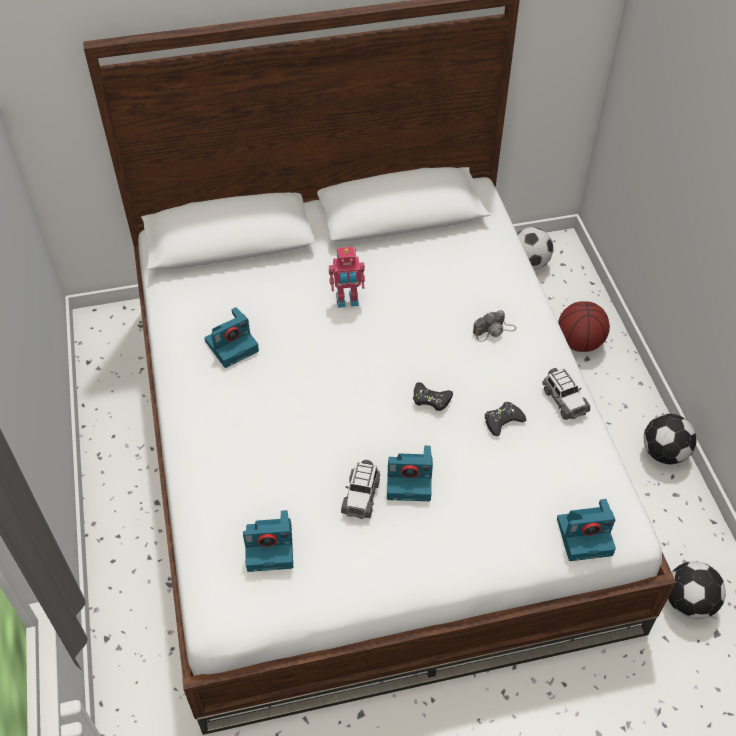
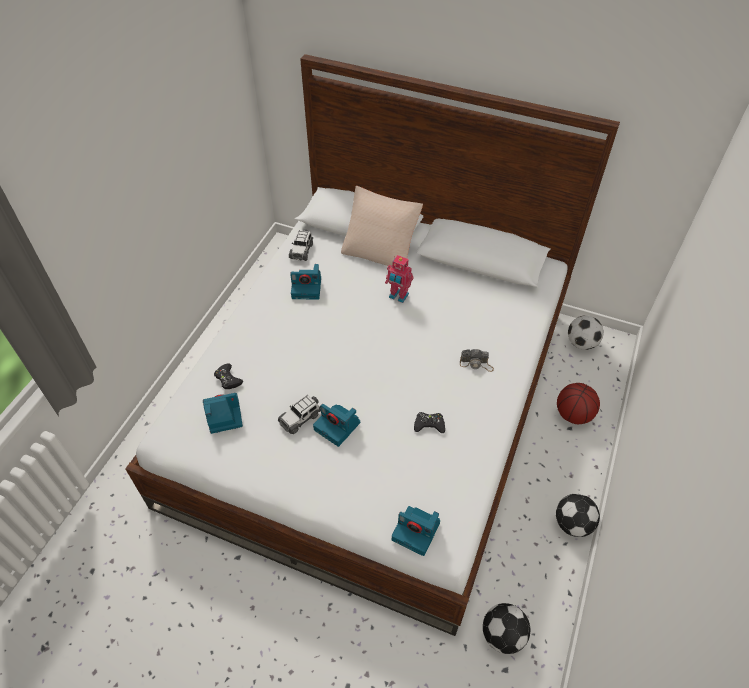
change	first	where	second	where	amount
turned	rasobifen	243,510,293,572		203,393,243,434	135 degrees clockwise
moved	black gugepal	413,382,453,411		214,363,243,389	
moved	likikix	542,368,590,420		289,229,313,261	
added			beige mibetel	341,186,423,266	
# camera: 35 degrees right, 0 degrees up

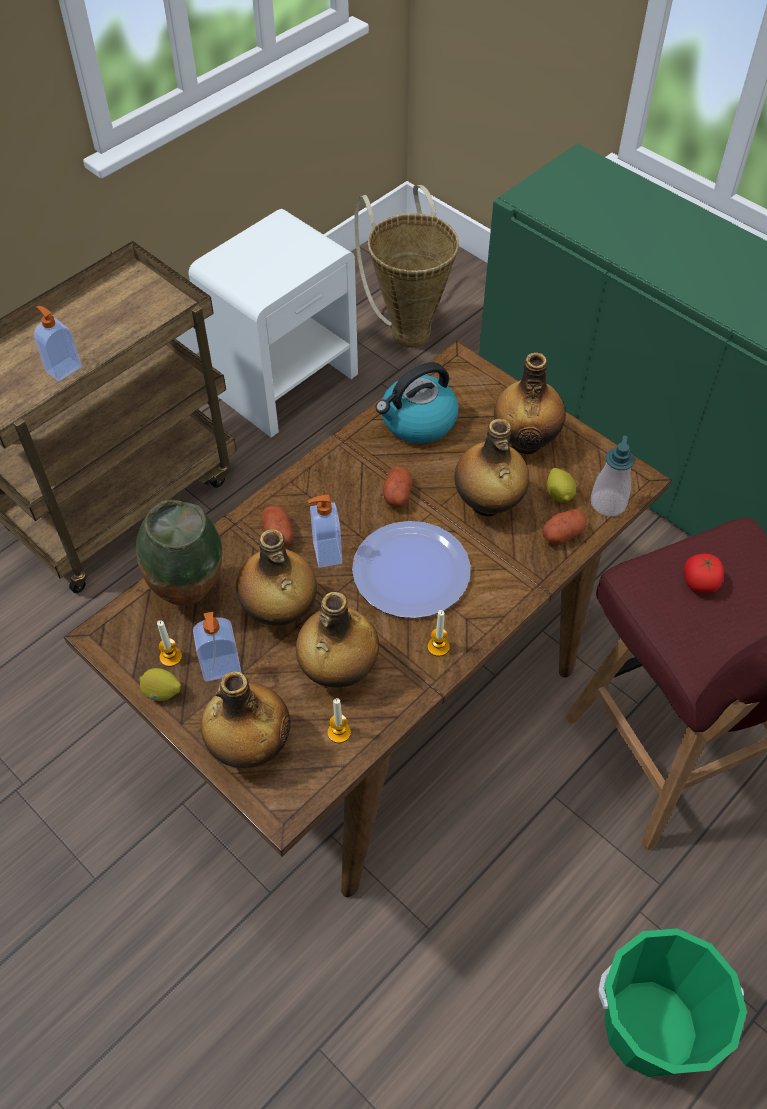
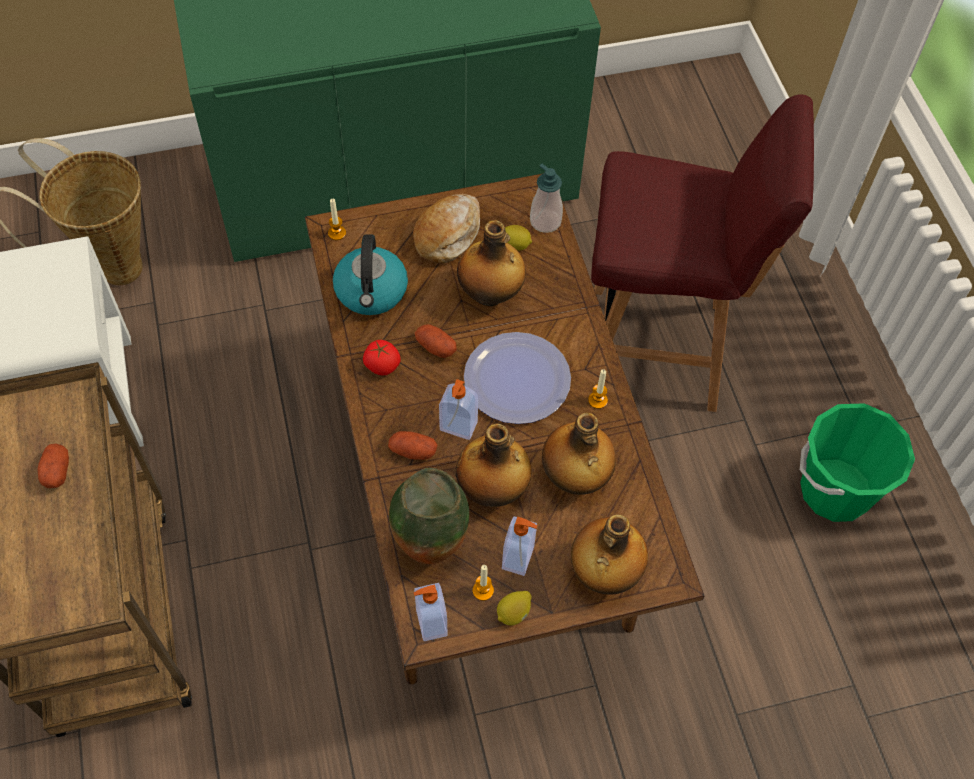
change	first	where	second	where	amount
moved	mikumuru	34,306,82,382		414,583,448,641	
moved	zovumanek	327,698,351,743		328,199,346,240	
replaced	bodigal	494,352,565,454	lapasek	413,194,480,264	
moved	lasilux	542,509,587,546		37,444,69,488	
moved	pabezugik	684,554,724,593		363,340,400,375	
# camera: 60 degrees left, 5 degrees up

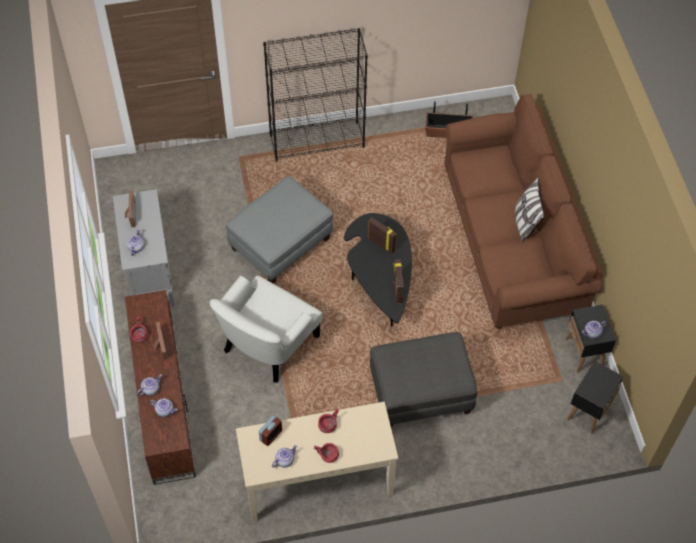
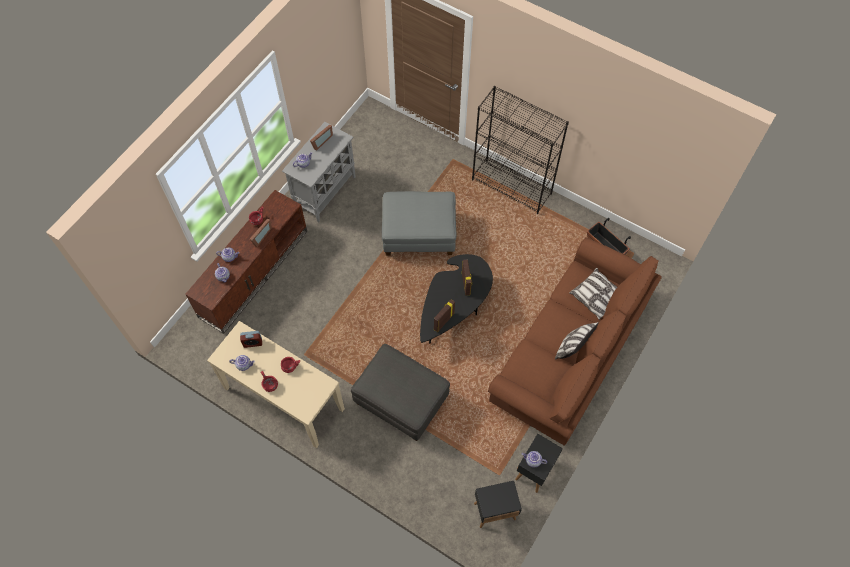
change	first	where	second	where	amount
removed	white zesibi	210,275,323,383			
added			mibetel	569,268,617,320	
# camera: 45 degrees right, 5 degrees up

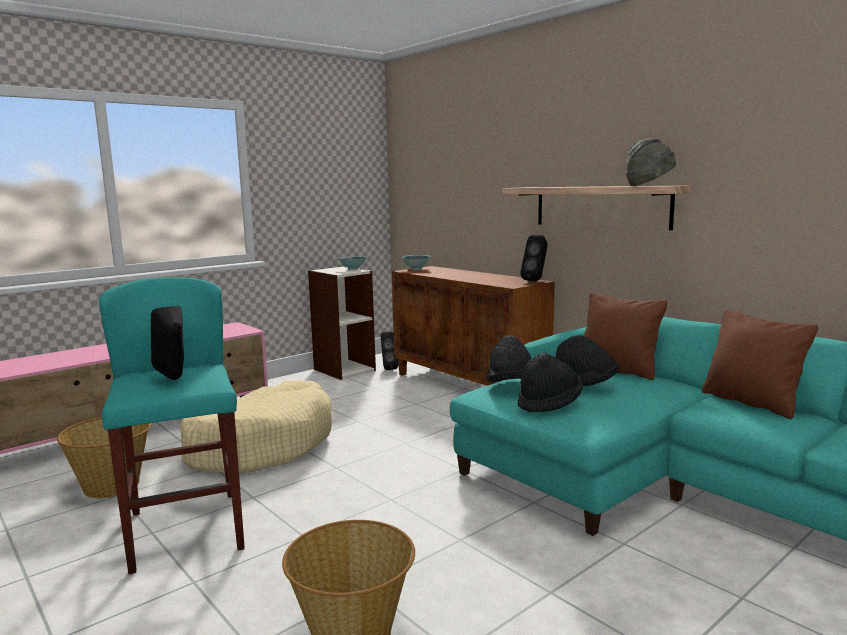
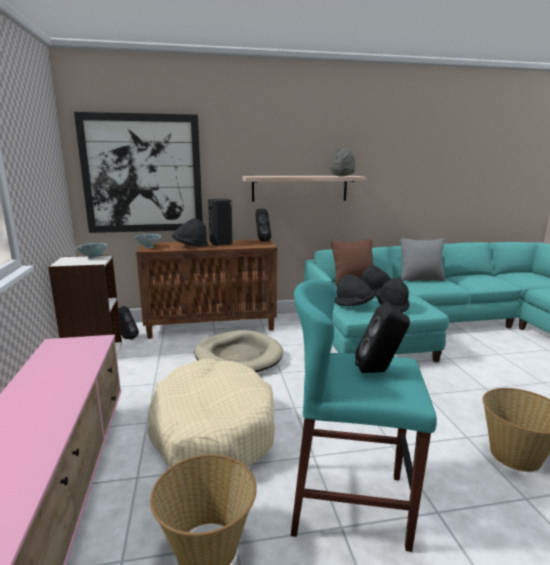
change	first	where	second	where	amount
recoloured	brown mibetel	701,310,818,419	grey mibetel	400,238,445,281	
added			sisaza	74,112,203,233	
added			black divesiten	172,218,208,247	
added			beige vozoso	194,330,283,373	
added			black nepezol	208,199,232,246	
# camera: 60 degrees left, 5 degrees up

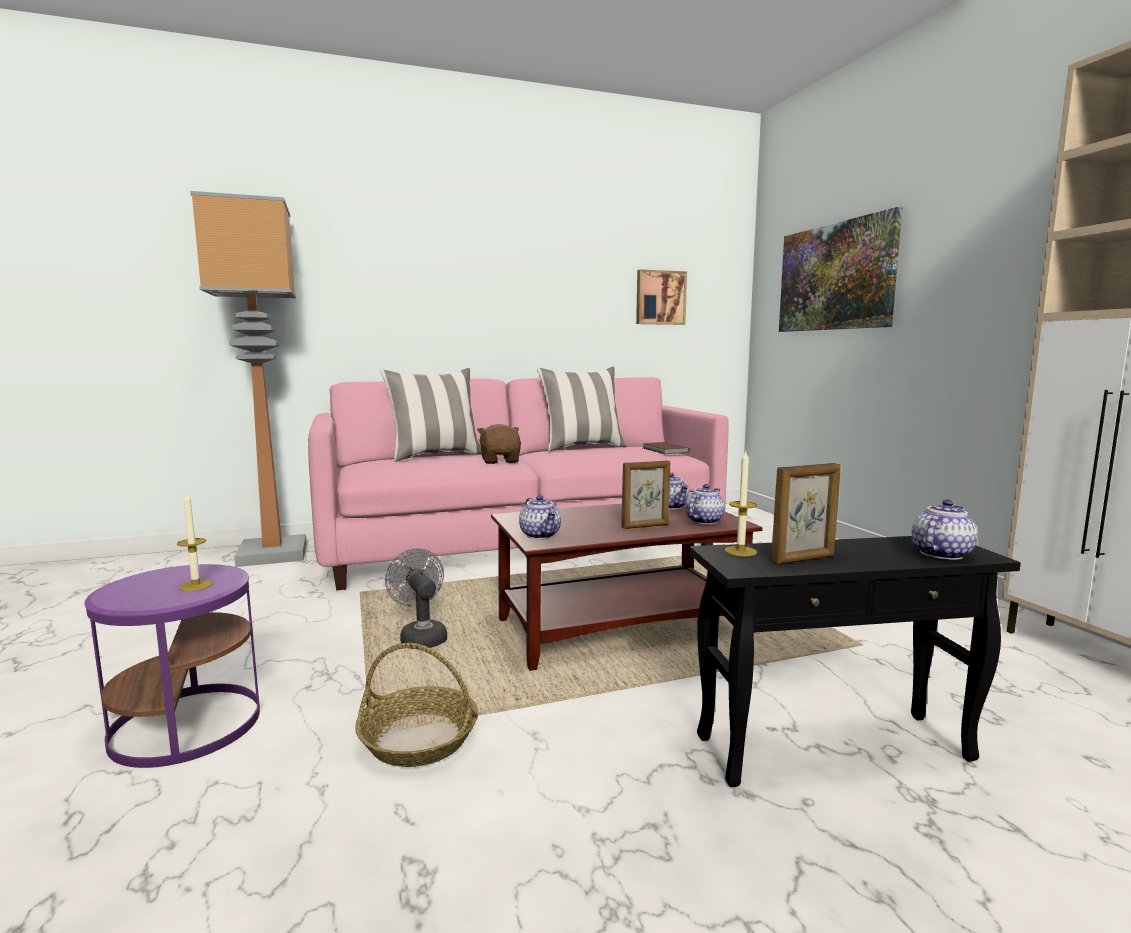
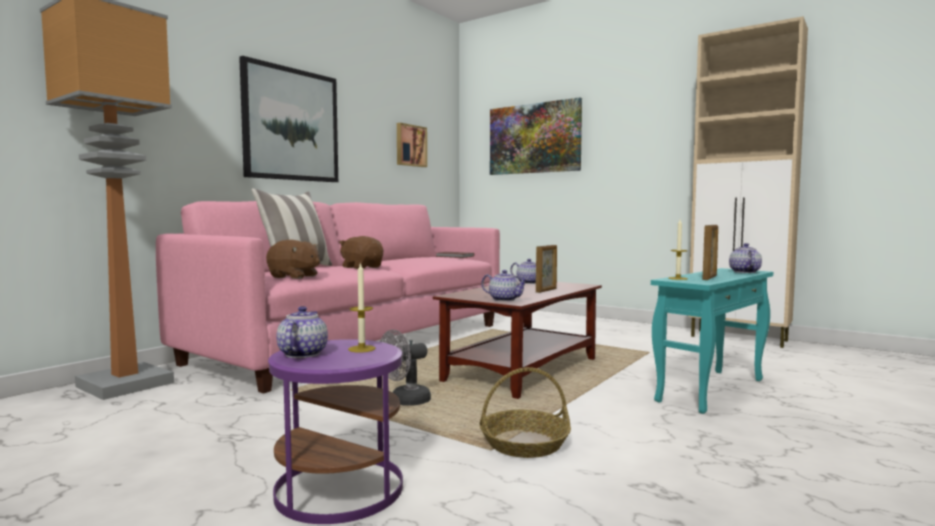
change	first	where	second	where	amount
turned	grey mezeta	385,548,447,649		380,329,431,406	60 degrees counterclockwise
removed	mibetel	537,367,626,452			
moved	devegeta	685,484,725,524		277,306,328,358	
recoloured	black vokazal	689,536,1021,787	turquoise vokazal	651,268,773,414	
added			sisaza	239,56,338,182	
added			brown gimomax	266,240,320,279	
# camera: 35 degrees left, 5 degrees down

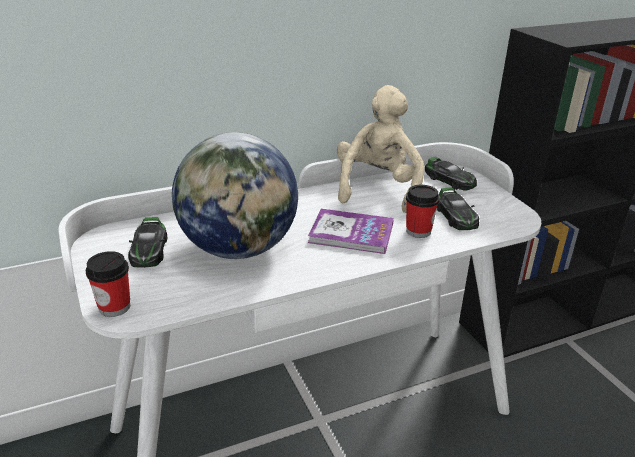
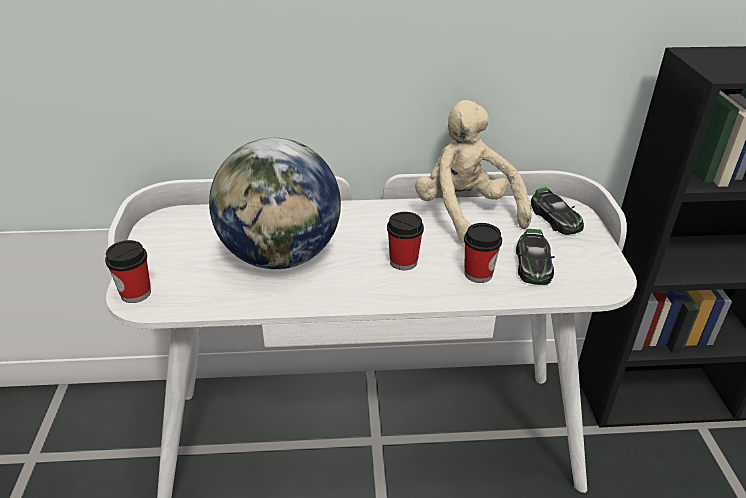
change	first	where	second	where	amount
removed	likikix	128,217,167,268			
replaced	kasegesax	308,209,394,254	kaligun	387,212,424,270	
turned	beige gimomax	337,85,424,213		415,100,531,244	60 degrees counterclockwise
# camera: 20 degrees right, 5 degrees up

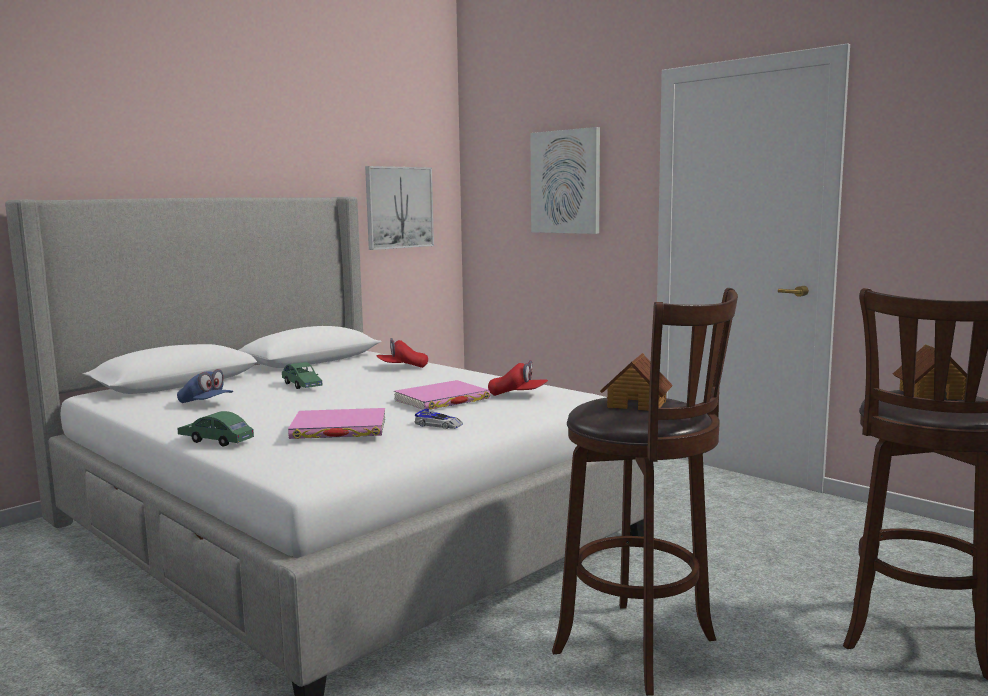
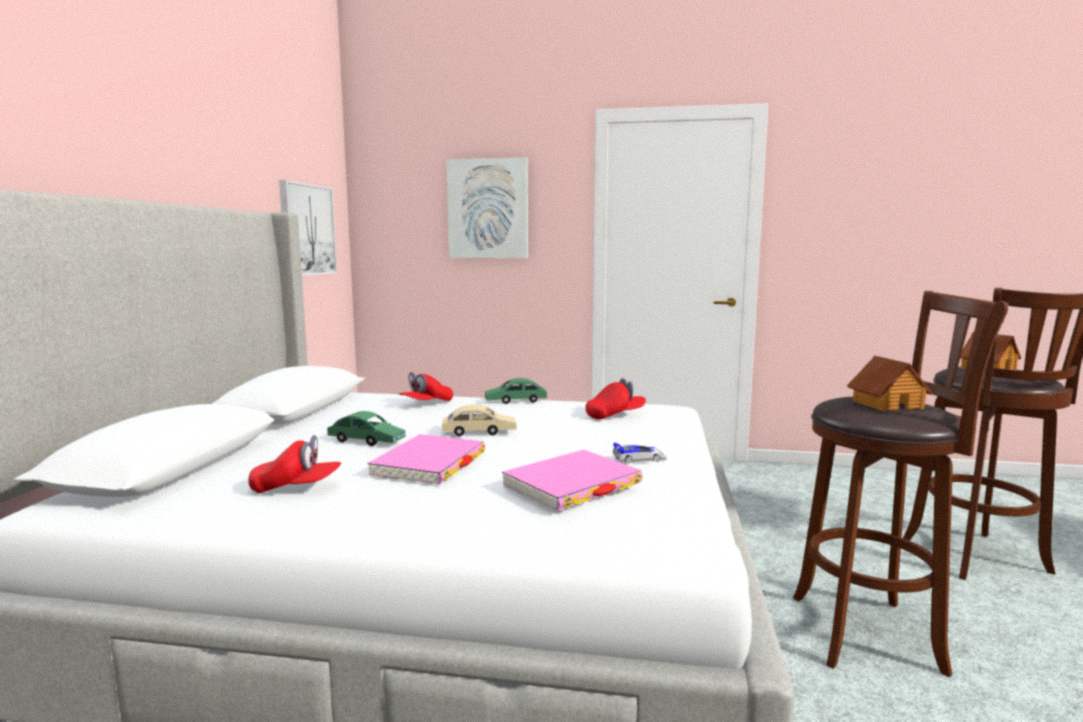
change	first	where	second	where	amount
recoloured	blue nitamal	177,369,233,403	red nitamal	248,435,341,493	
moved	green likikix	178,411,254,447		485,378,547,404	
moved	pink kasegesax	394,380,490,411		367,434,486,484	
added			beige likikix	442,404,517,436	
# camera: 35 degrees left, 0 degrees up

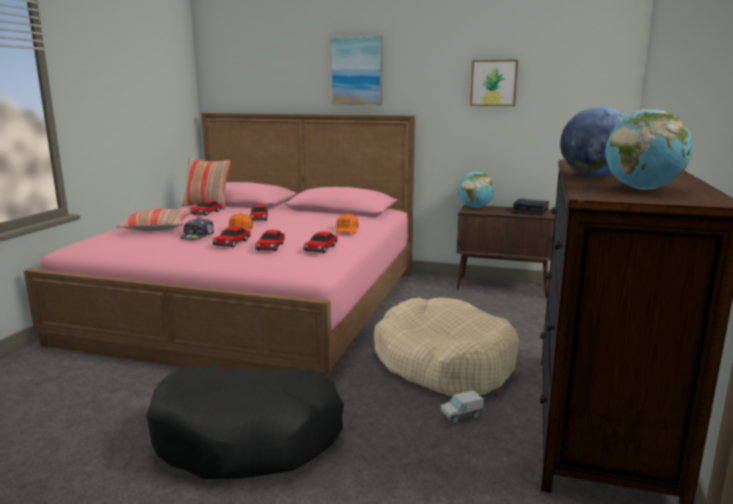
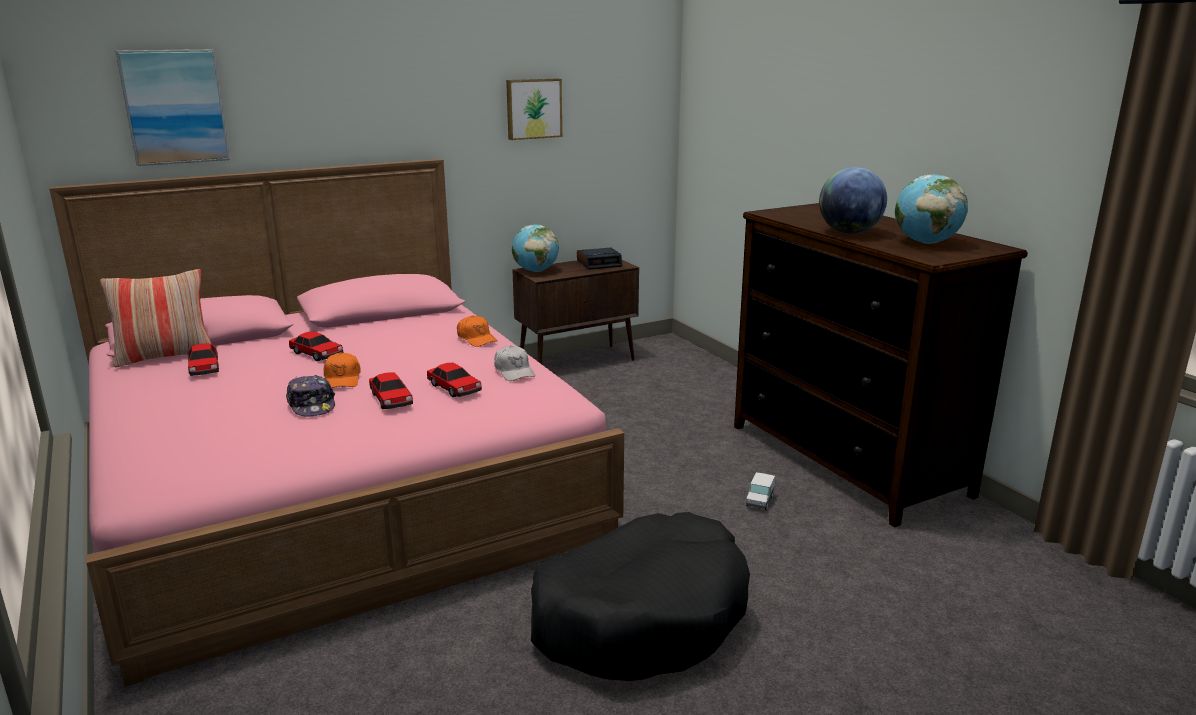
change	first	where	second	where	amount
removed	mibetel	117,209,191,231			
replaced	likikix	304,231,338,253	white nitamal	494,345,535,381	
moved	sisaza	330,36,383,105		115,49,230,166	
removed	beige vozoso	374,297,519,396			
# camera: 45 degrees left, 5 degrees up

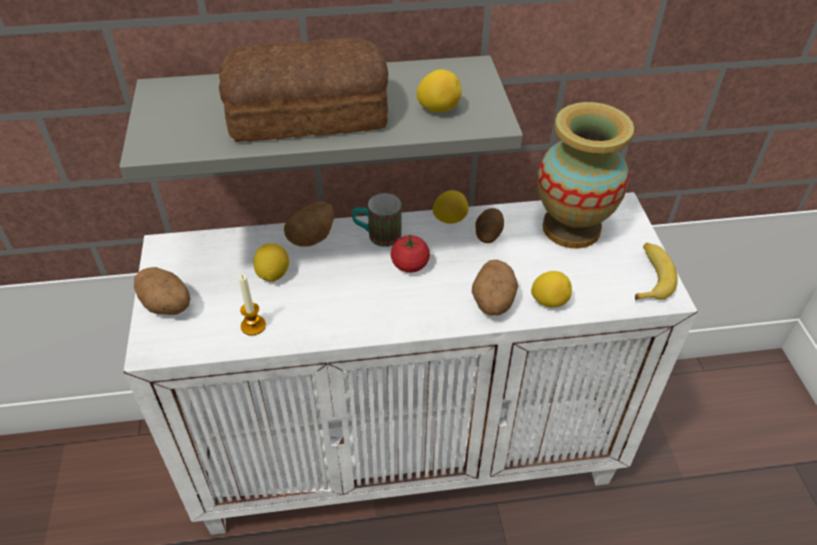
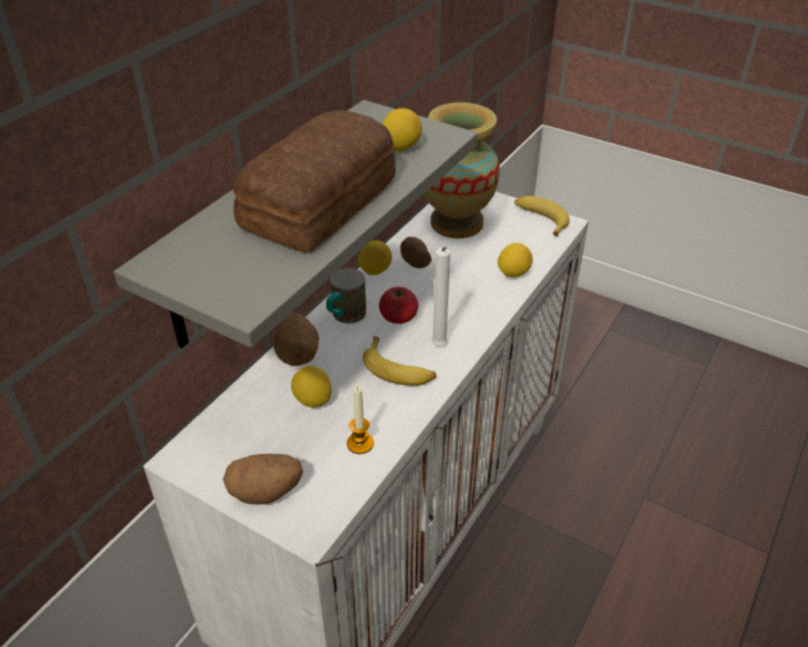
change	first	where	second	where	amount
removed	lasilux	472,260,518,316			
added			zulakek	363,336,436,386	
added			white zovumanek	431,247,450,346	
# camera: 50 degrees left, 5 degrees down

